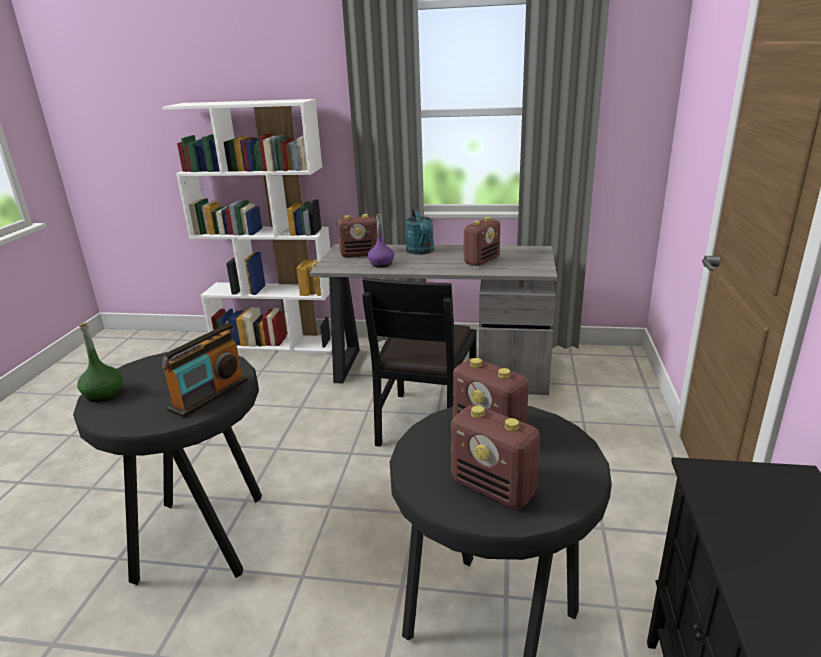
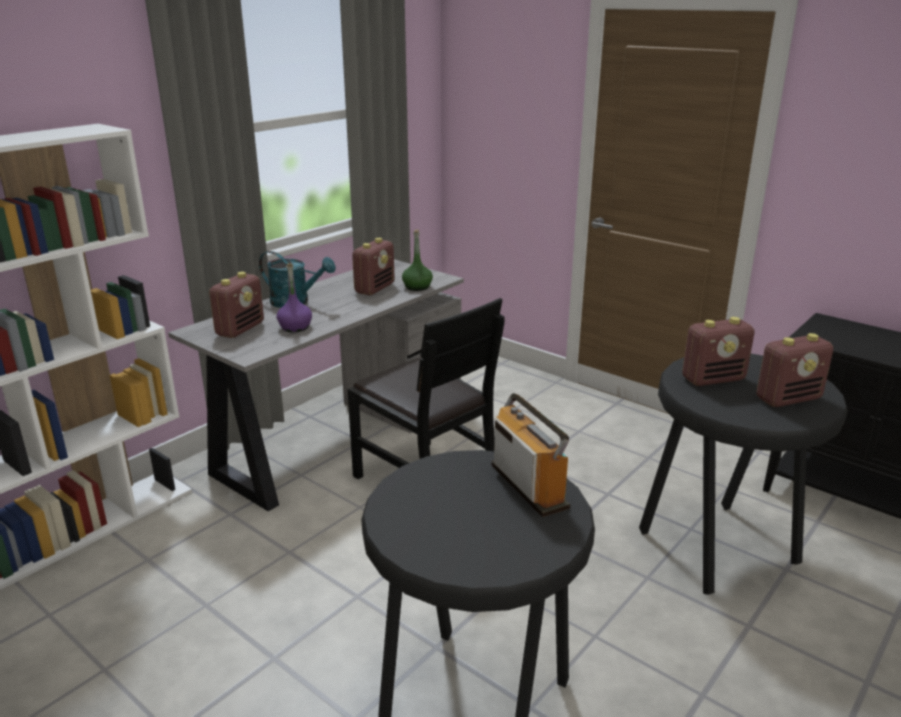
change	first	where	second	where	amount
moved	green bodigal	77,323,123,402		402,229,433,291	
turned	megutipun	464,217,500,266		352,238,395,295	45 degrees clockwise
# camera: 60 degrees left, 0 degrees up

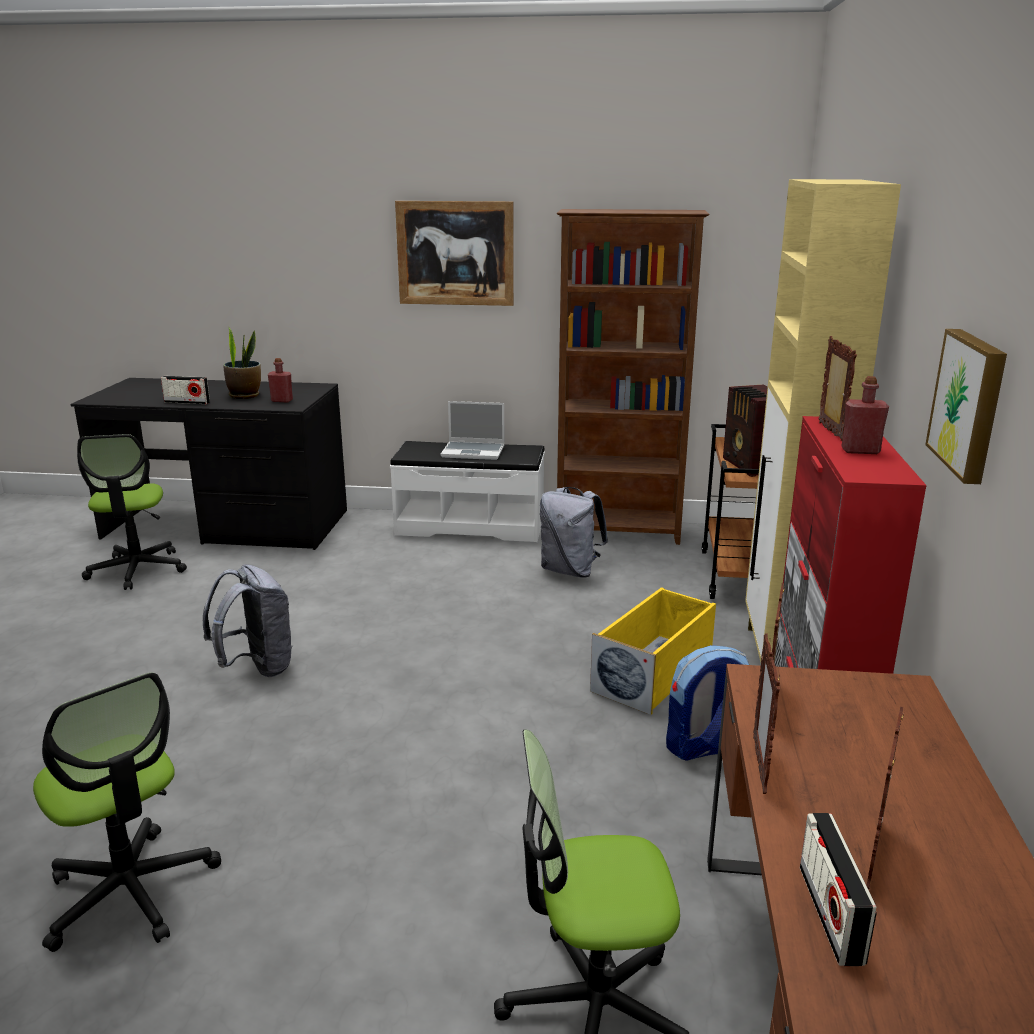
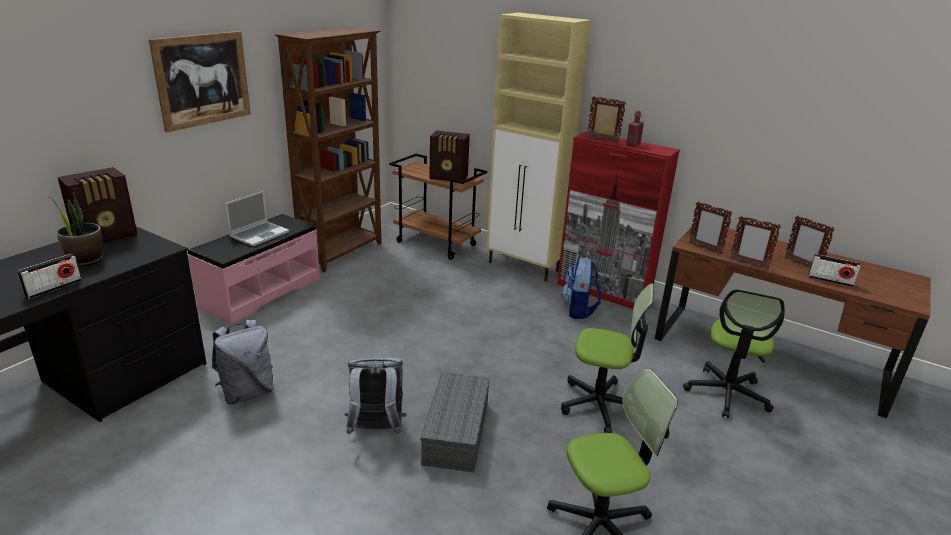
change	first	where	second	where	amount
moved	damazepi	77,434,187,590		561,283,654,433	
removed	red bodigal	268,358,293,403			
recoloured	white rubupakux	390,441,545,542	pink rubupakux	188,214,320,324	
moved	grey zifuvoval	540,487,608,578		212,320,274,404	
removed	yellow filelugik	590,587,716,715			
removed	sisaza	925,329,1007,484			
added			megutipun	57,167,137,243	
added			grey filelugik	421,372,490,472	
# camera: 65 degrees left, 5 degrees up

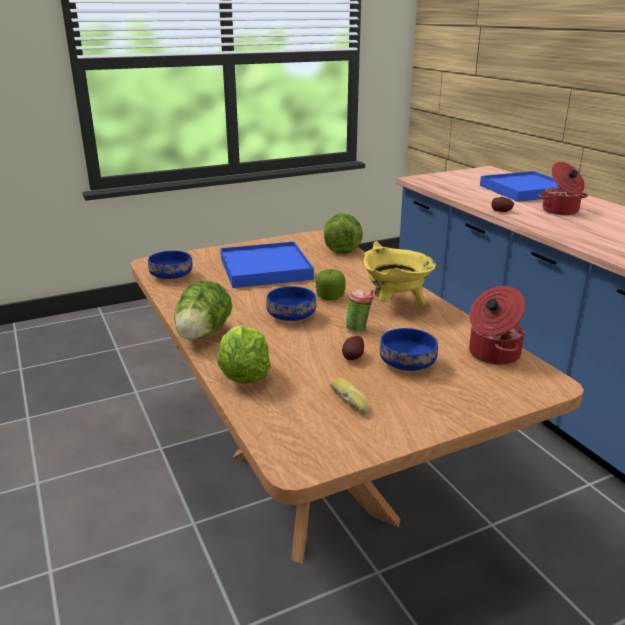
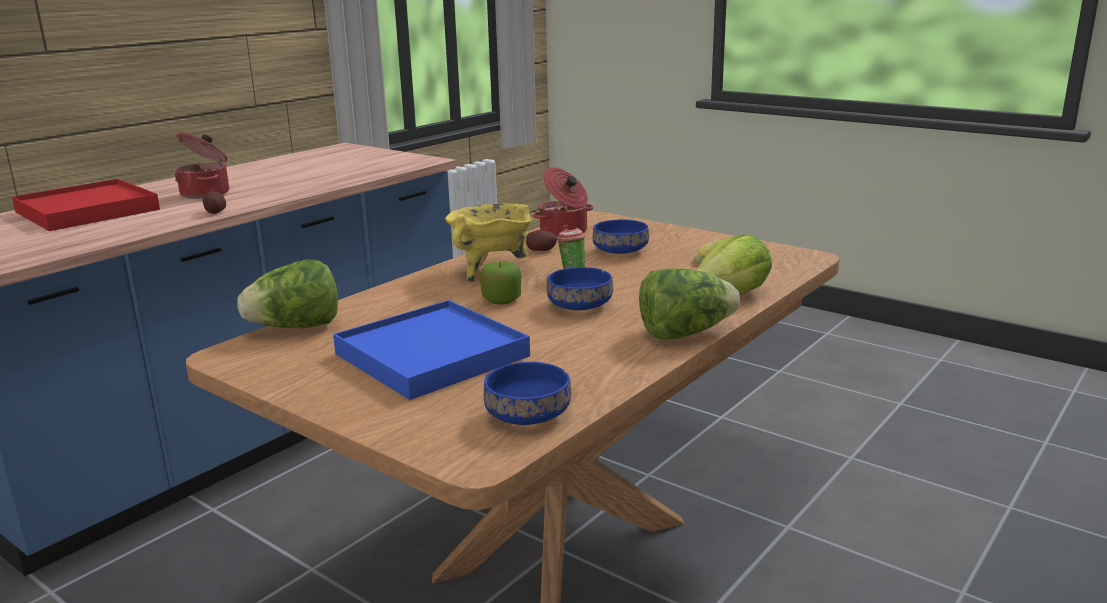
change	first	where	second	where	amount
moved	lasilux	342,336,364,360		526,230,557,251	
recoloured	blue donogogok	480,171,559,202	red donogogok	12,179,160,231	
# camera: 115 degrees left, 5 degrees down

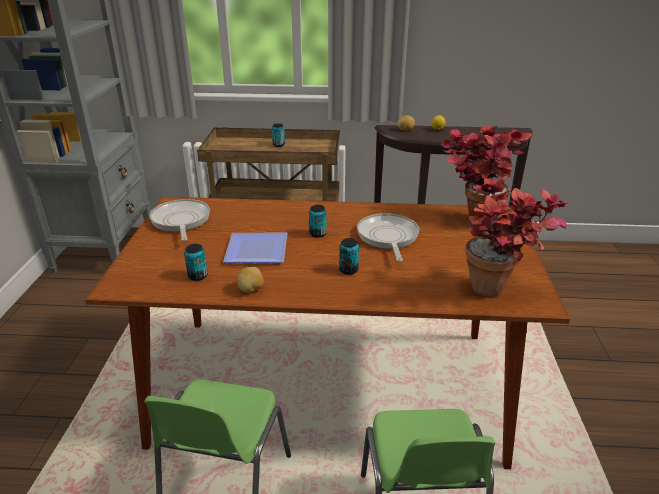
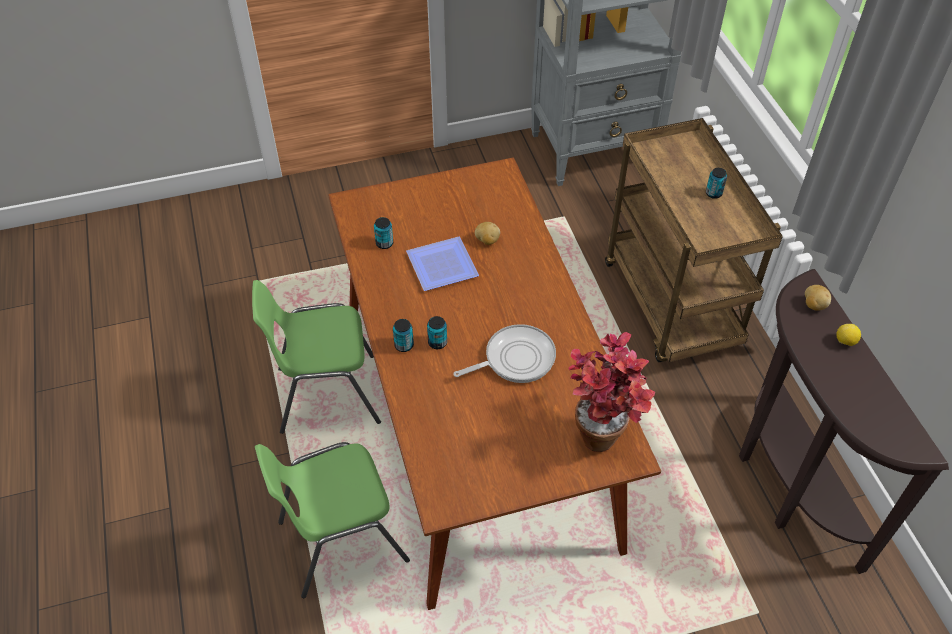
change	first	where	second	where	amount
removed	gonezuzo	149,199,210,241			
moved	lasilux	236,267,264,293		475,222,500,245	
moved	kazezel	309,205,327,238		393,319,414,352	
removed	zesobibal	465,176,568,297			
# camera: 70 degrees right, 20 degrees up

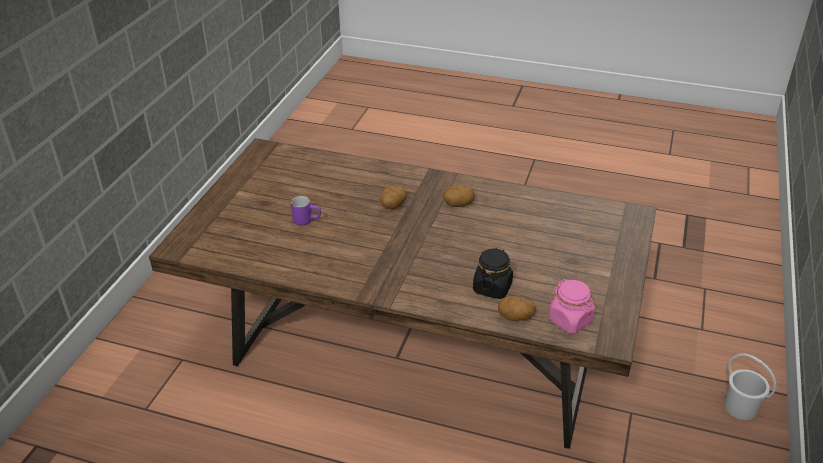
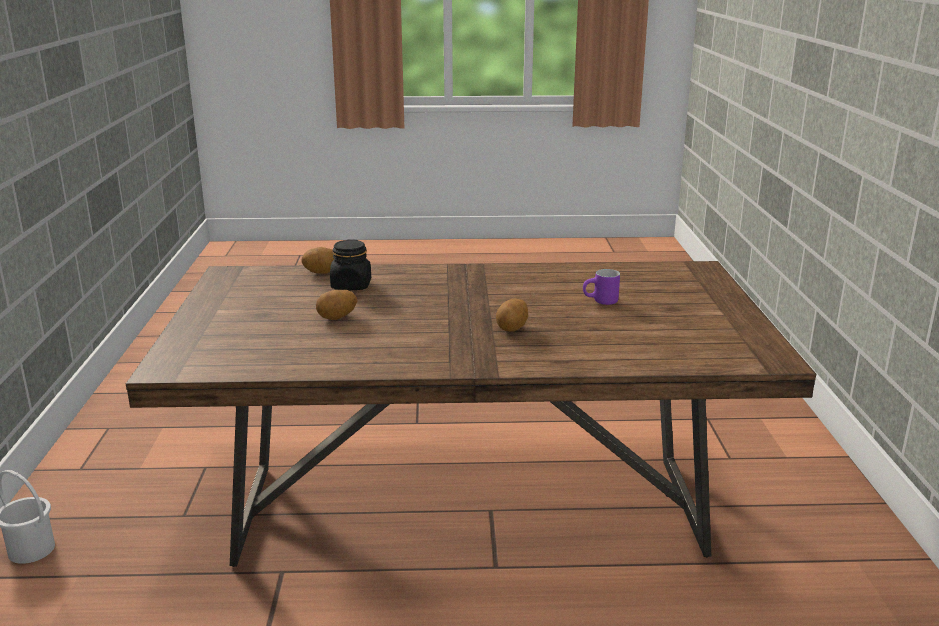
change	first	where	second	where	amount
moved	lasilux	443,184,475,207		316,290,358,320	
removed	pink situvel	549,279,595,334			
# camera: 160 degrees right, 15 degrees down

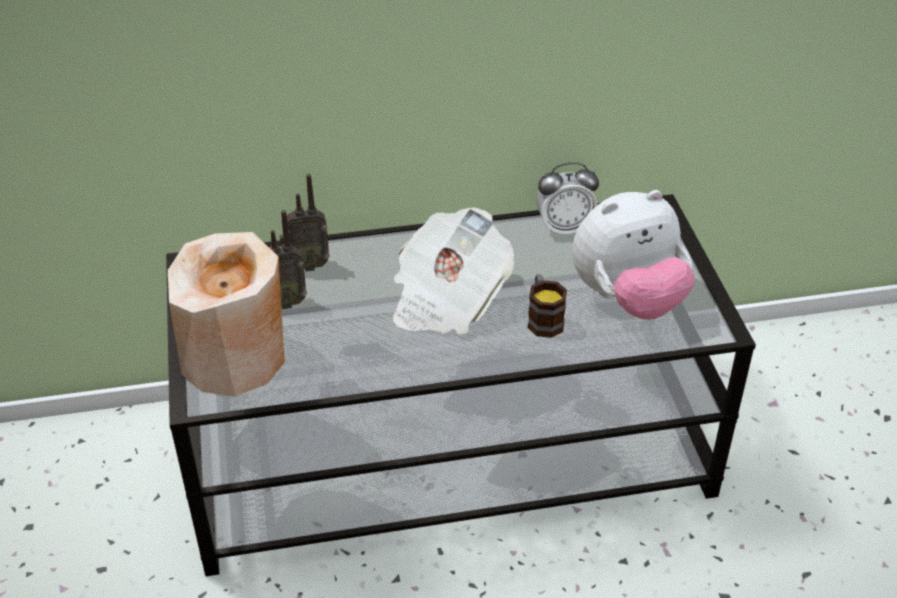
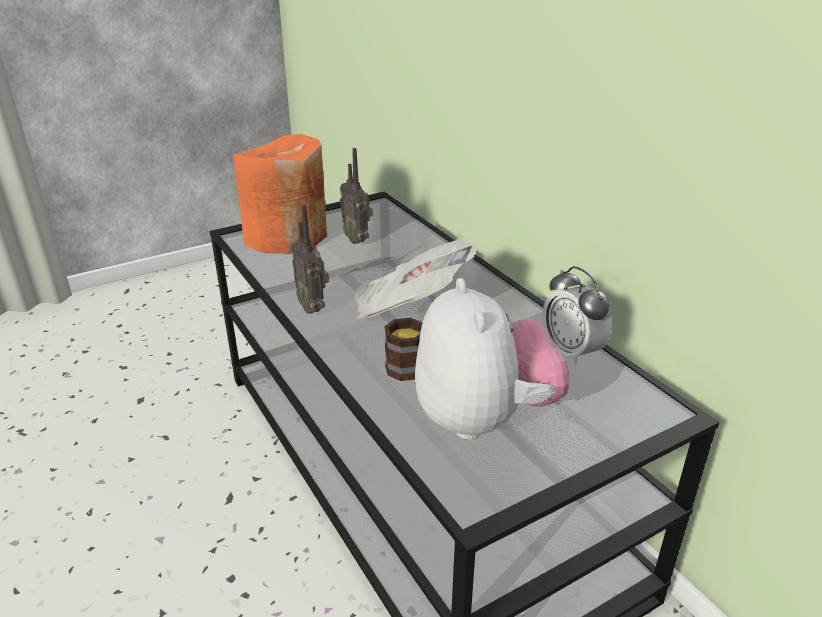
change	first	where	second	where	amount
recoloured	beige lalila	168,232,285,397	orange lalila	233,134,327,254	
moved	megutipun	279,174,330,272		291,204,329,314	
turned	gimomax	572,190,695,320		415,278,569,440	150 degrees counterclockwise
# camera: 70 degrees right, 10 degrees down

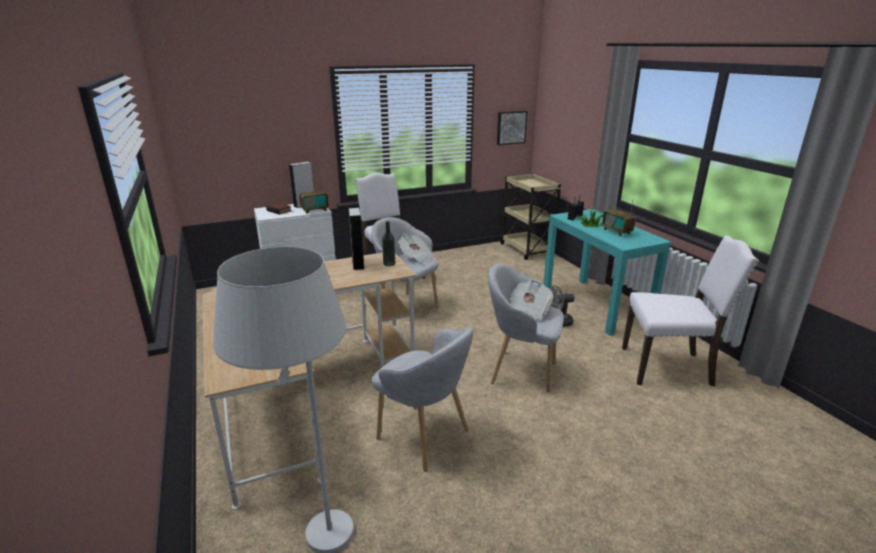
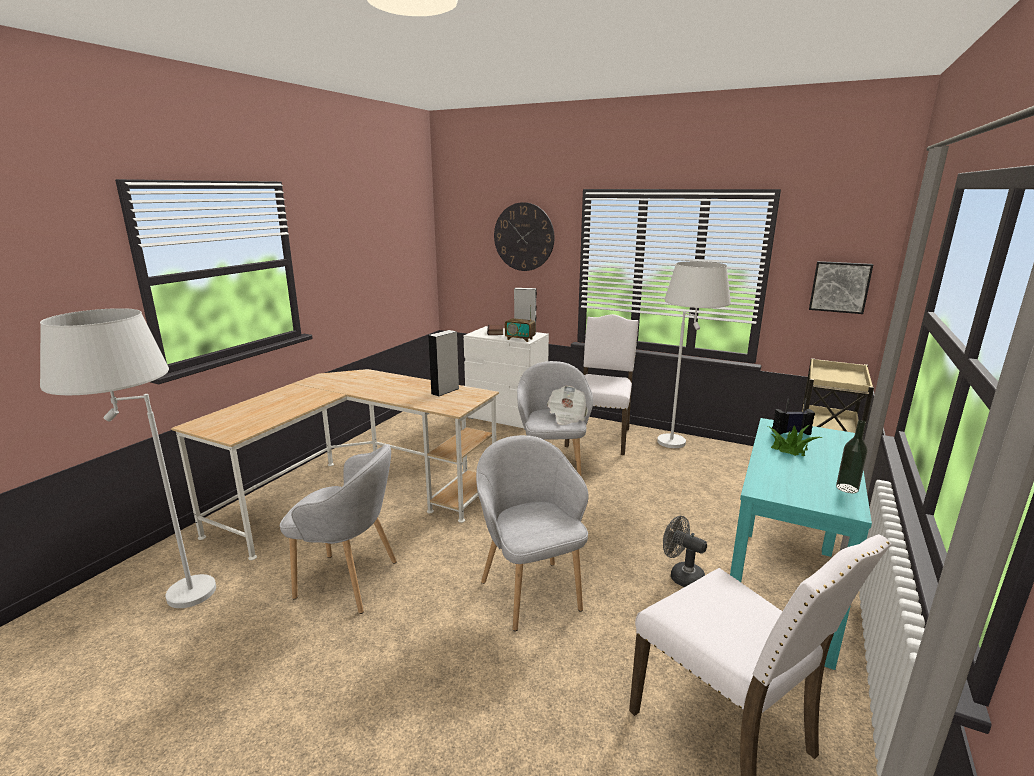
change	first	where	second	where	amount
turned	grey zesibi	372,327,473,472		280,444,397,614	75 degrees counterclockwise
moved	bodigal	382,221,395,266		836,420,868,493	
removed	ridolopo	509,279,553,320			
removed	megutipun	602,201,636,236			
added			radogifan	494,202,554,271	
added			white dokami	657,261,731,448	
# camera: 50 degrees right, 5 degrees down

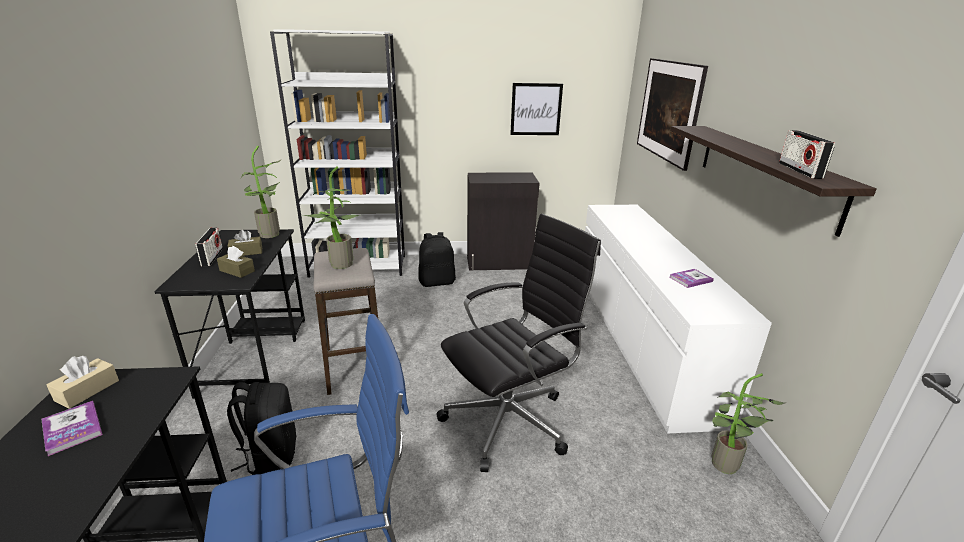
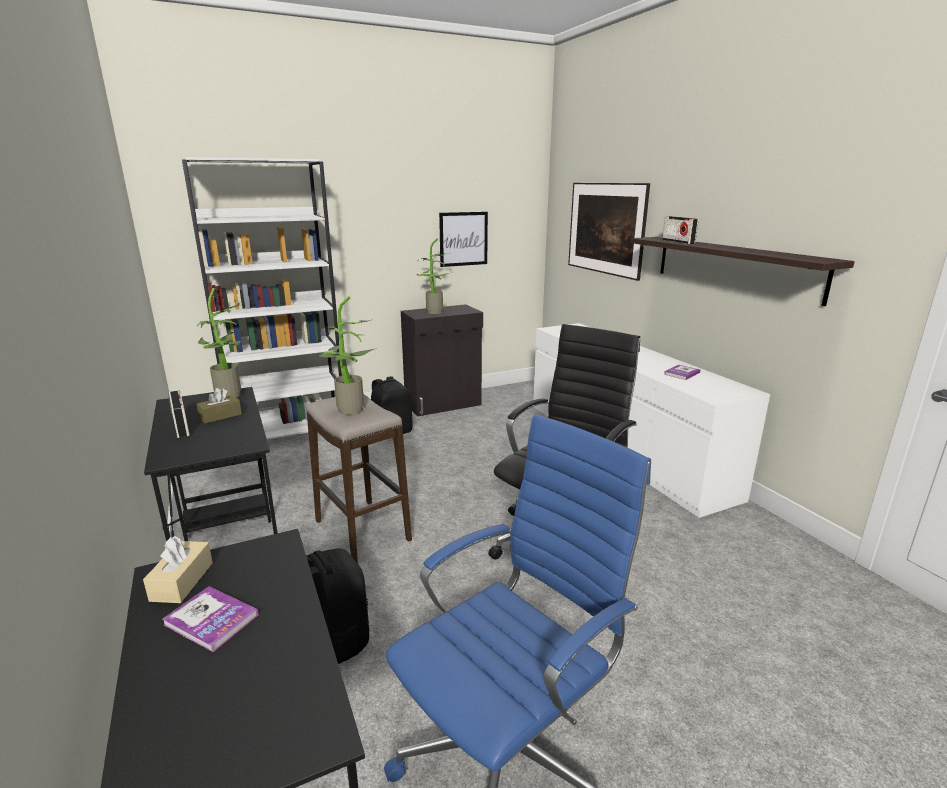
change	first	where	second	where	amount
removed	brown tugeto	217,246,255,278			
moved	zesobibal	711,373,786,474		417,239,452,314	
moved	megutipun	779,130,835,179		662,216,698,244	
# camera: 20 degrees left, 5 degrees down

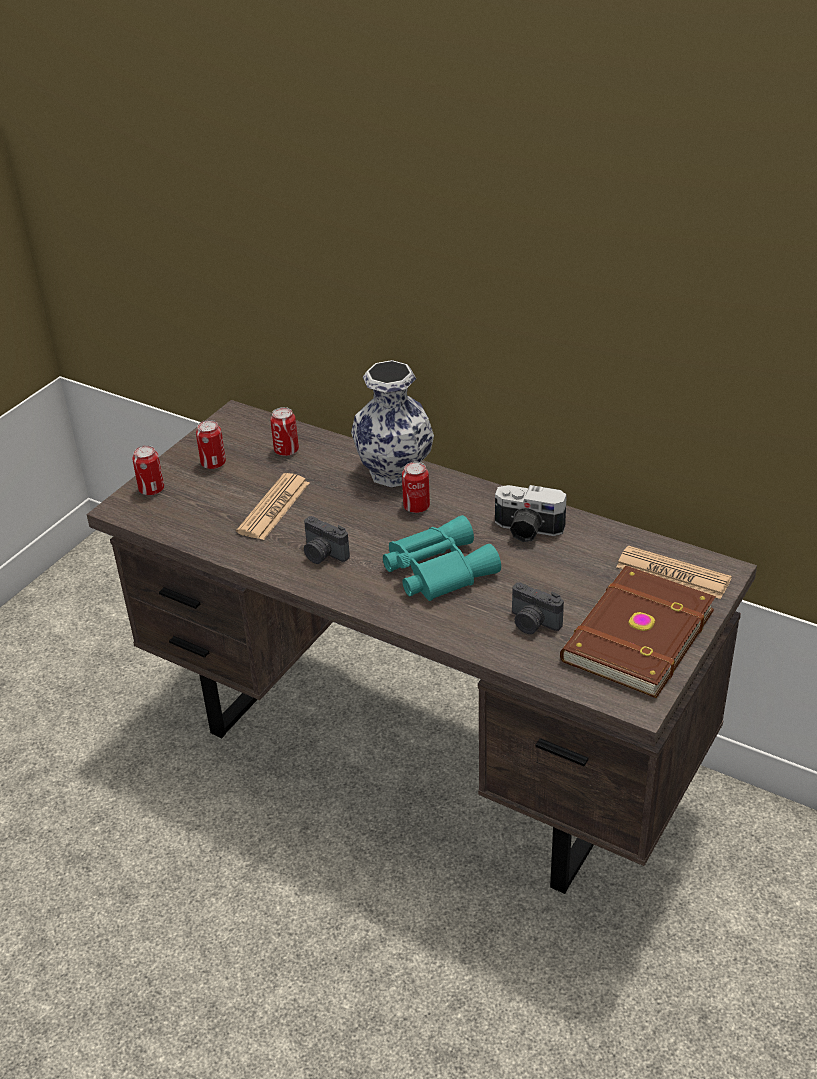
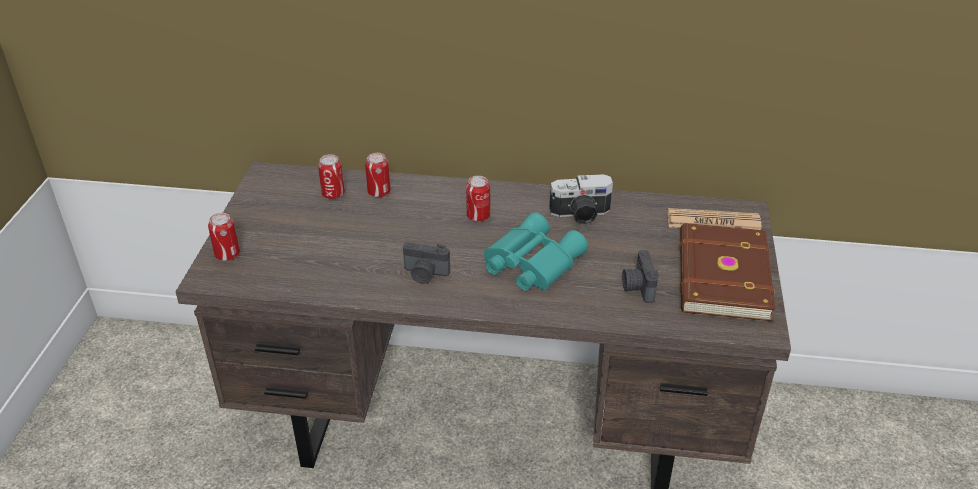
change	first	where	second	where	amount
moved	kazezel	196,420,226,469		365,153,391,197	
removed	ridolopo	236,473,309,540			
removed	lalila	351,360,434,487			
turned	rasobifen	512,582,564,634		622,250,658,303	75 degrees clockwise
# camera: 25 degrees left, 0 degrees up

